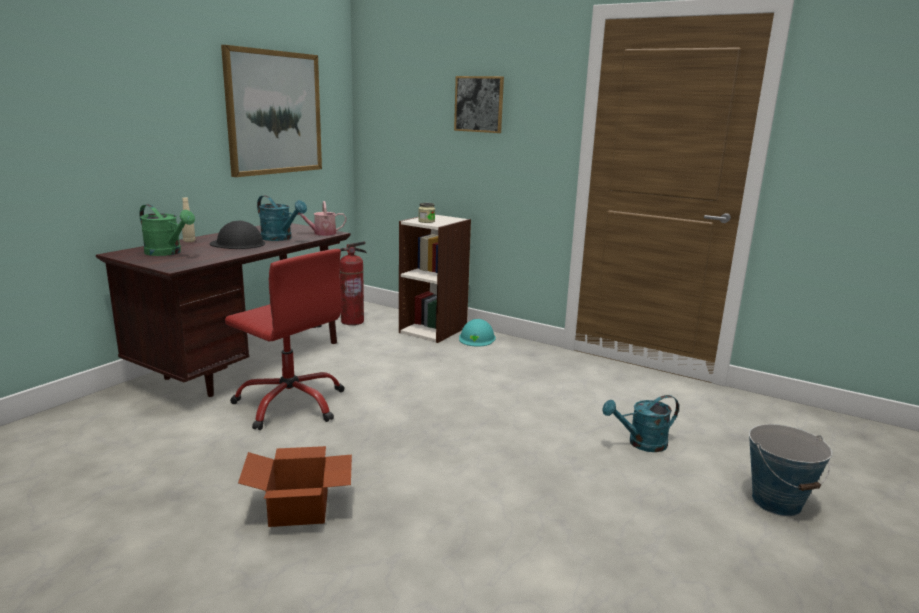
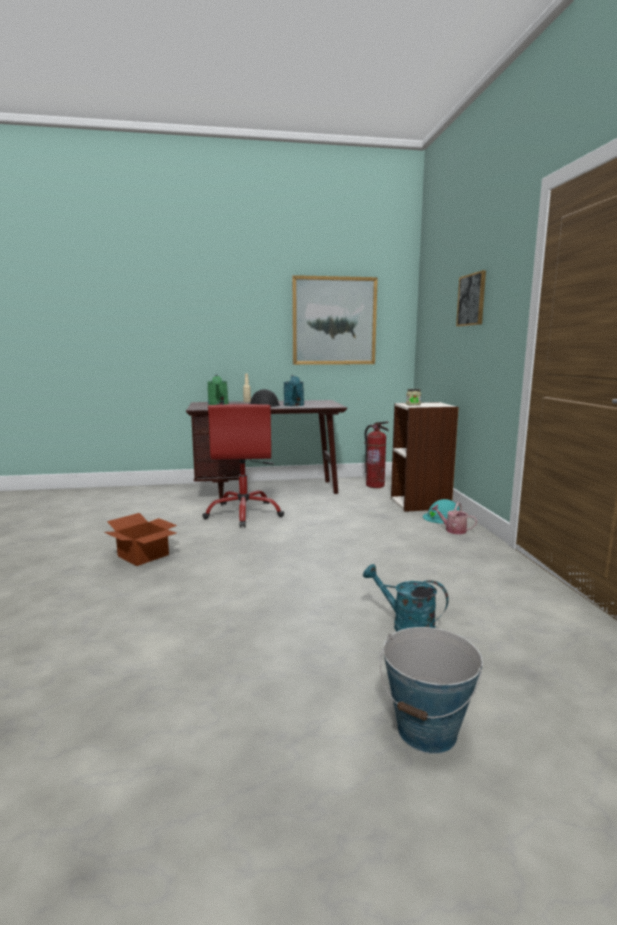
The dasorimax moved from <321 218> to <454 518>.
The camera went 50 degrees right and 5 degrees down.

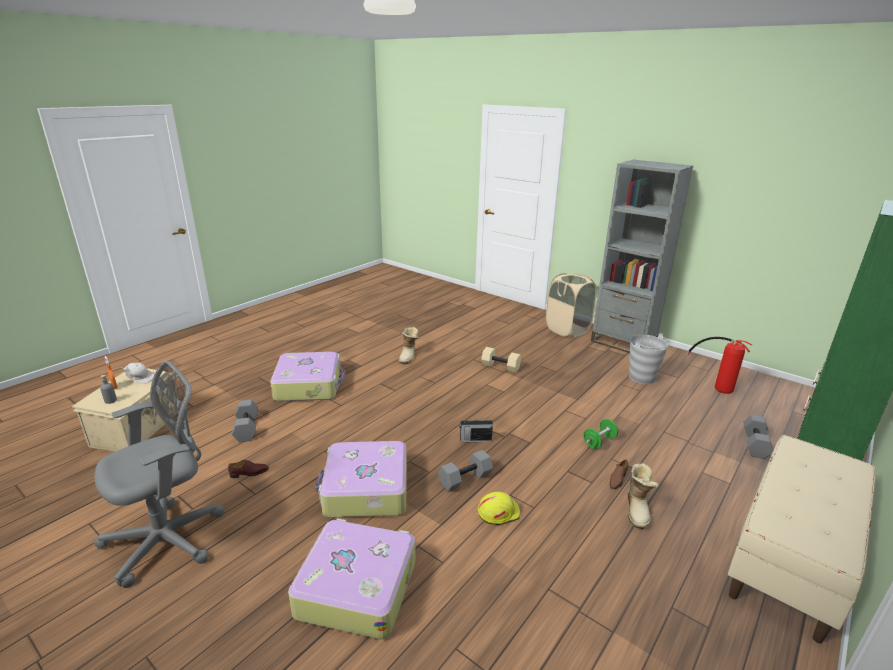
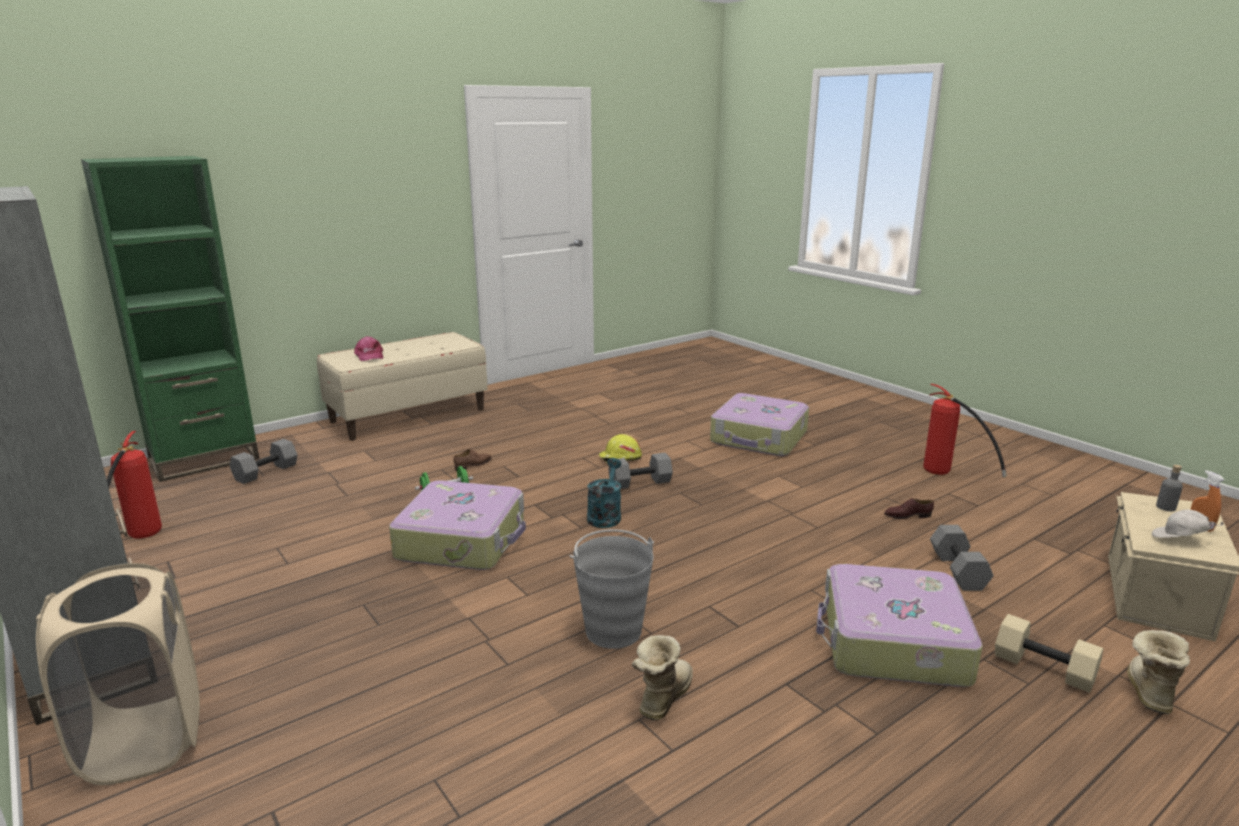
The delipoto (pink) at <368 348> appeared.
The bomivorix moved from <361 479> to <457 525>.
The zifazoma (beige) moved from <501 360> to <1049 653>.
The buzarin moved from <643 496> to <1158 672>.
The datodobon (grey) moved from <649 358> to <612 589>.
The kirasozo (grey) at <159 474> was replaced by the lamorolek at <965 431>.
The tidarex at <476 429> was replaced by the dasorimax (turquoise) at <604 493>.
The camera went 165 degrees left and 5 degrees down.

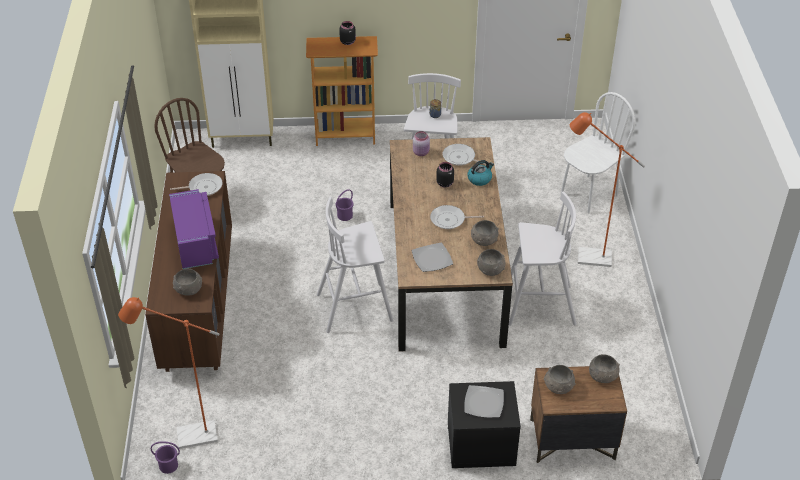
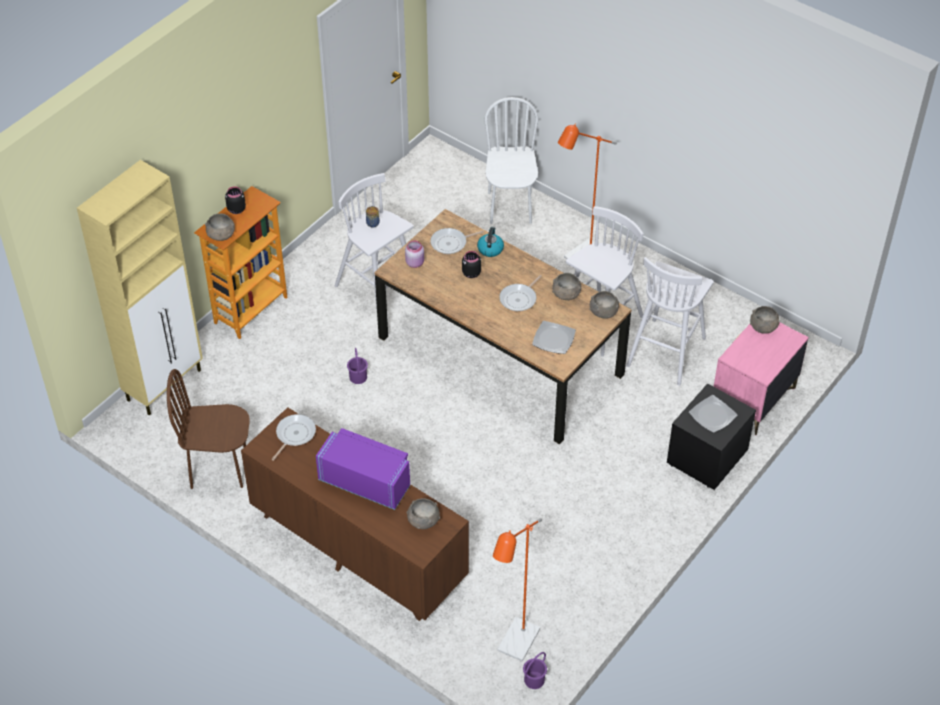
The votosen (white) moved from <355 265> to <670 321>.
The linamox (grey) moved from <559 379> to <220 227>.
The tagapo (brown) at <578 414> became the tagapo (pink) at <761 378>.
The camera went 50 degrees left and 5 degrees up.

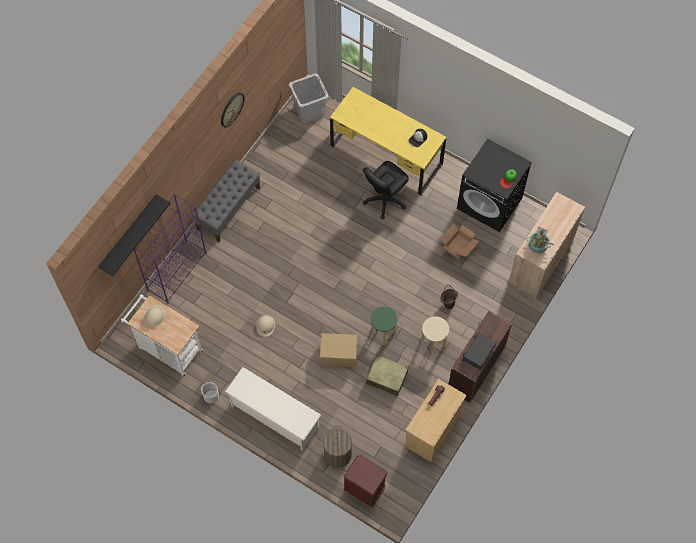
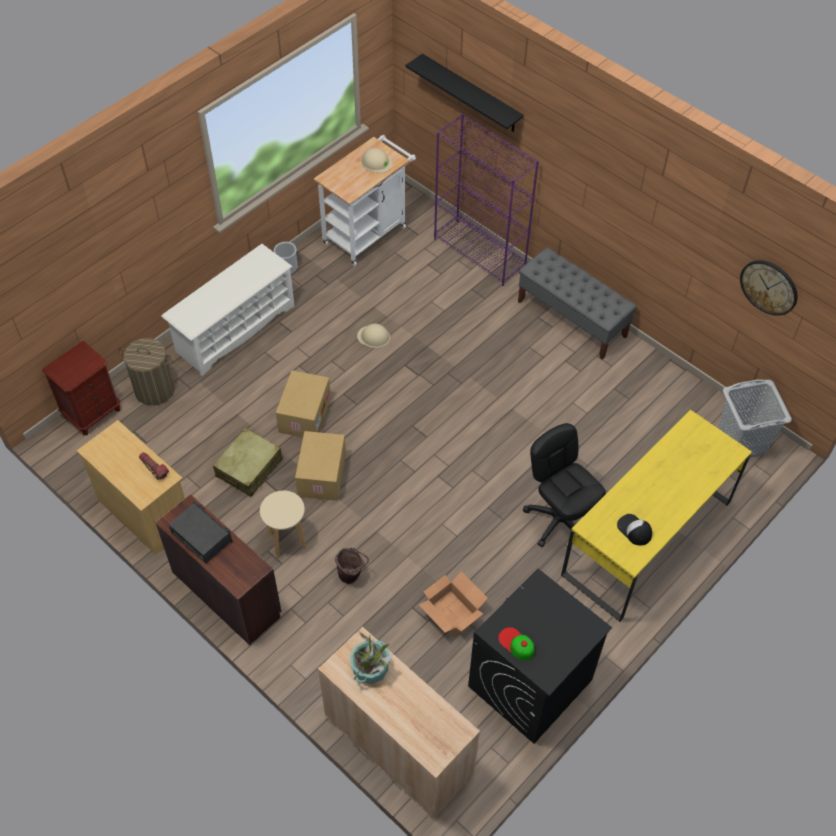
The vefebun moved from <232 110> to <769 288>.
The votosen (green) at <383 326> was replaced by the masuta at <320 466>.
The camera went 100 degrees right and 10 degrees down.

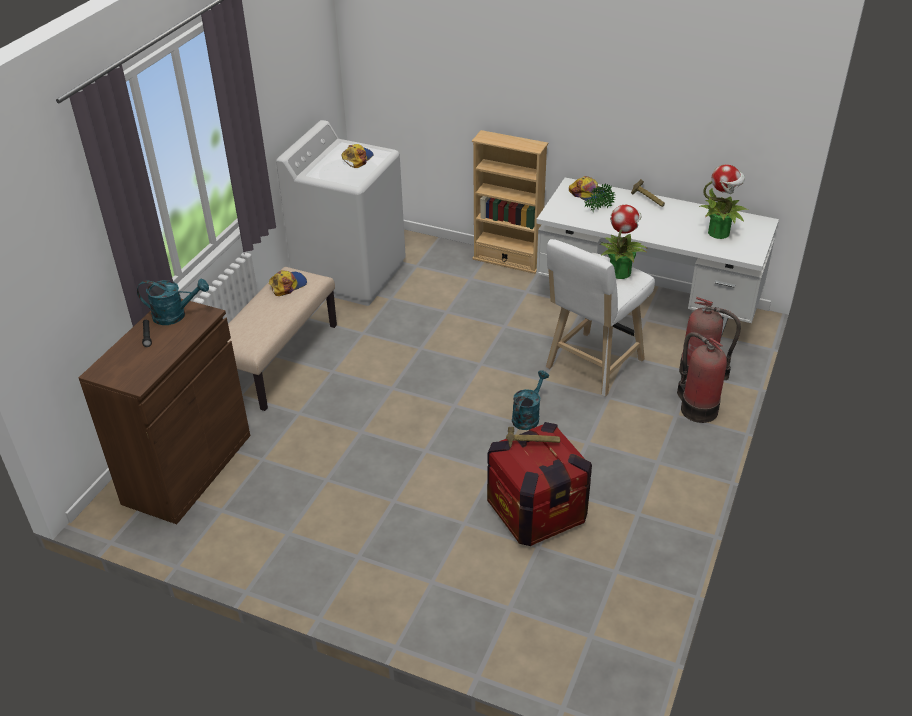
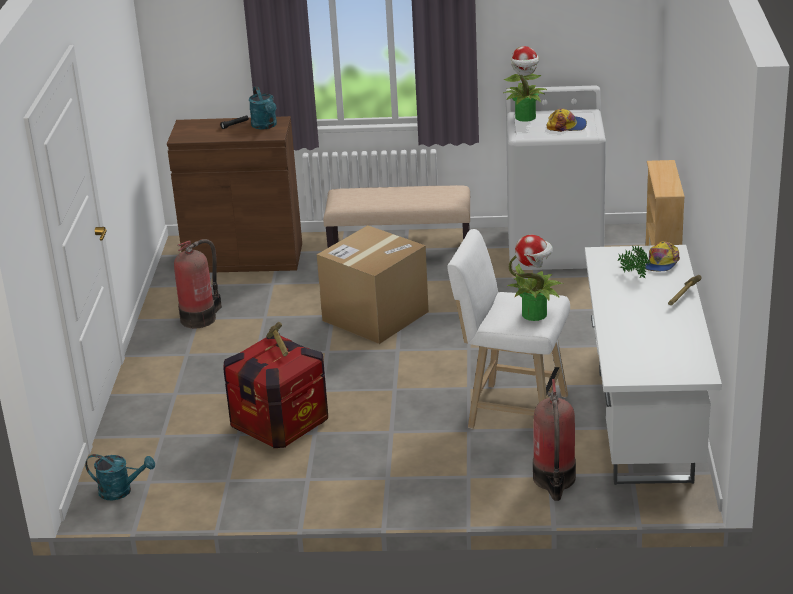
The delipoto at <288 283> disappeared.
The masuta at <373 284> appeared.
The dasorimax (turquoise) moved from <530 400> to <120 477>.
The lamorolek moved from <702 377> to <198 283>.
The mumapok moved from <724 201> to <524 84>.
The camera went 70 degrees right and 10 degrees down.

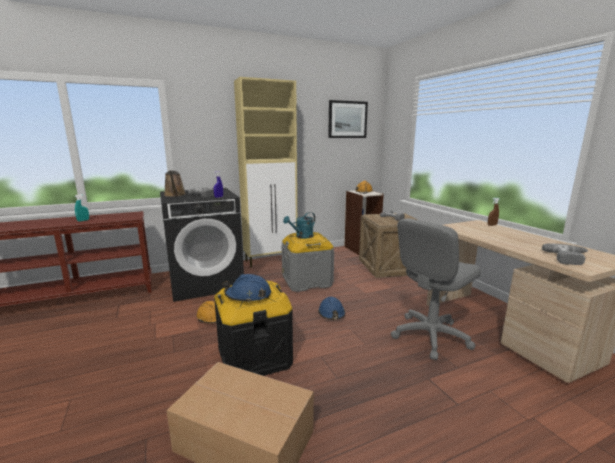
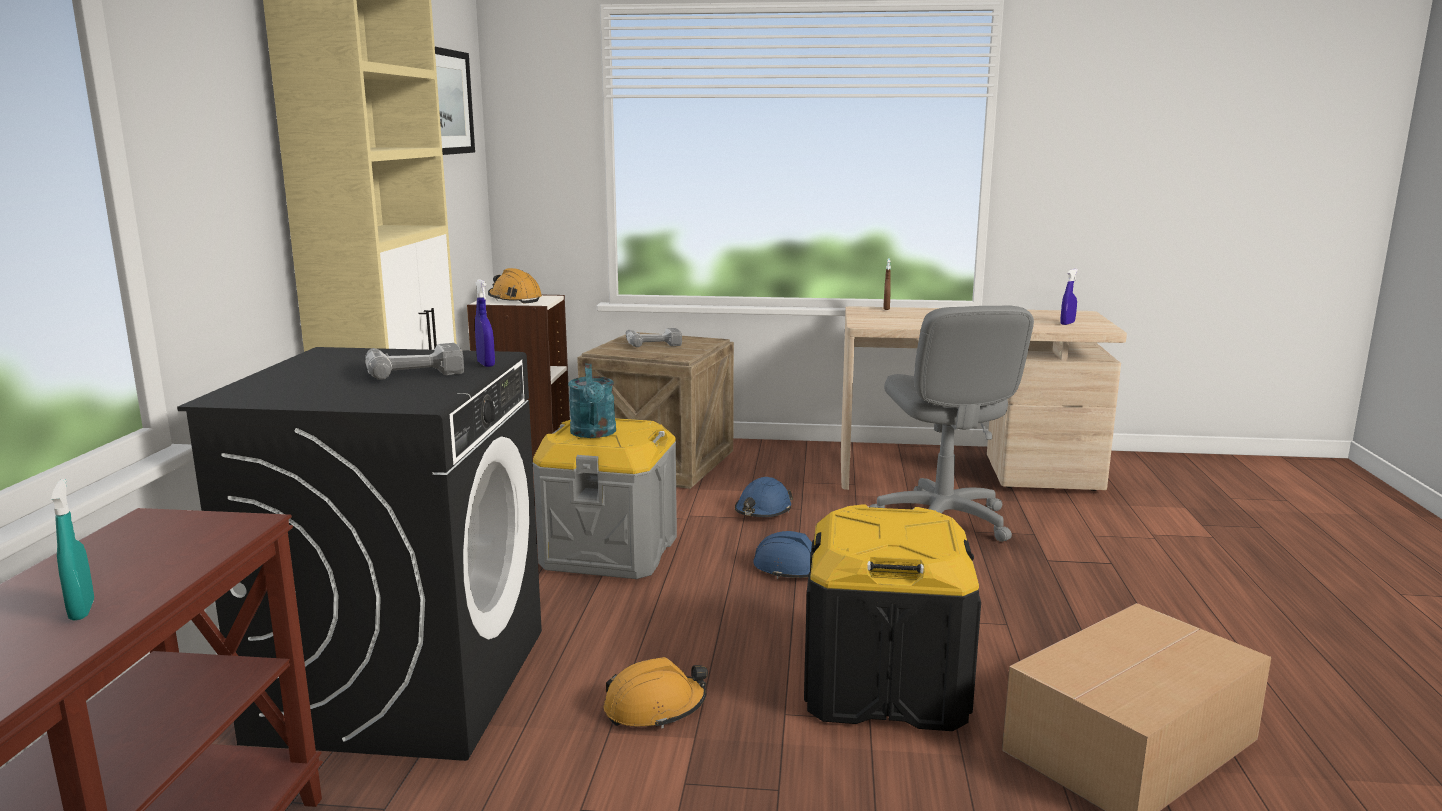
The dasorimax (brown) at <175 183> disappeared.
The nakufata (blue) moved from <247 288> to <764 497>.
The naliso at <565 254> was replaced by the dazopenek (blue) at <1069 297>.
The camera went 60 degrees left and 0 degrees up.

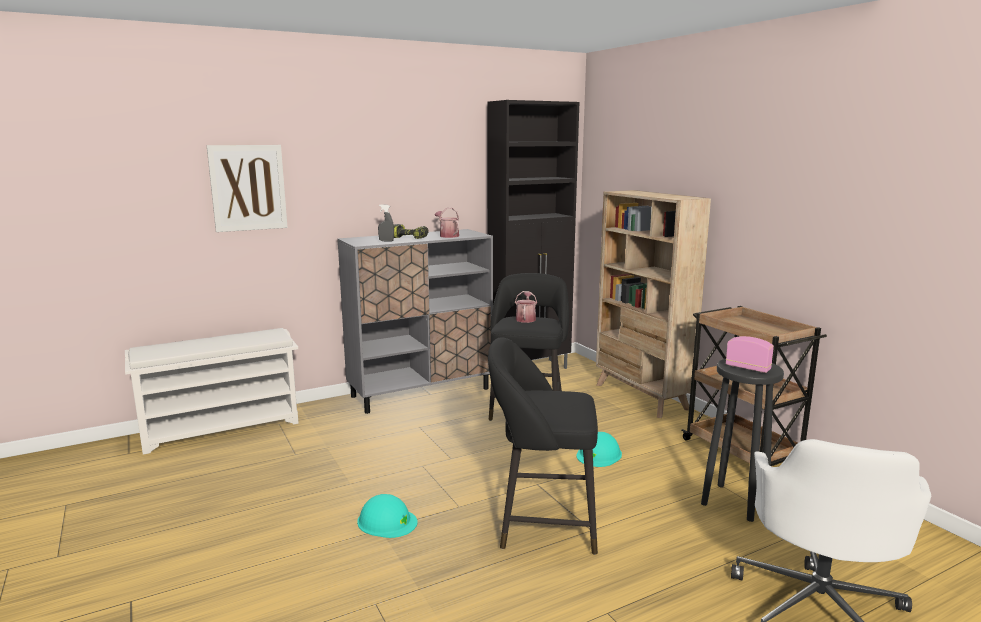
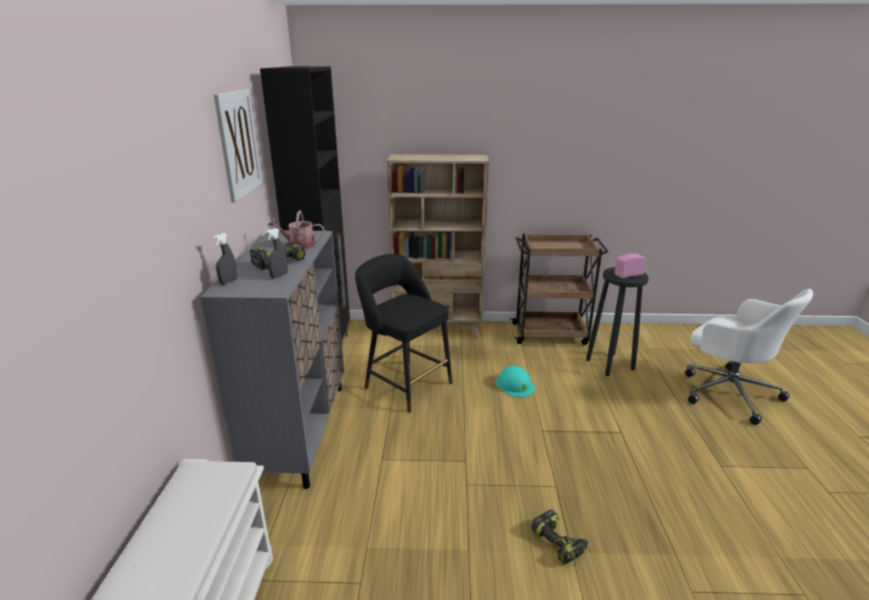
The votosen (black) at <543 446> disappeared.
The dasorimax at <526 307> disappeared.
The dazopenek (grey) at <225 259> appeared.
The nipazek moved from <247 188> to <238 145>.
The nakufata (turquoise) at <387 516> was replaced by the naliso at <559 537>.
The camera went 60 degrees left and 10 degrees up.

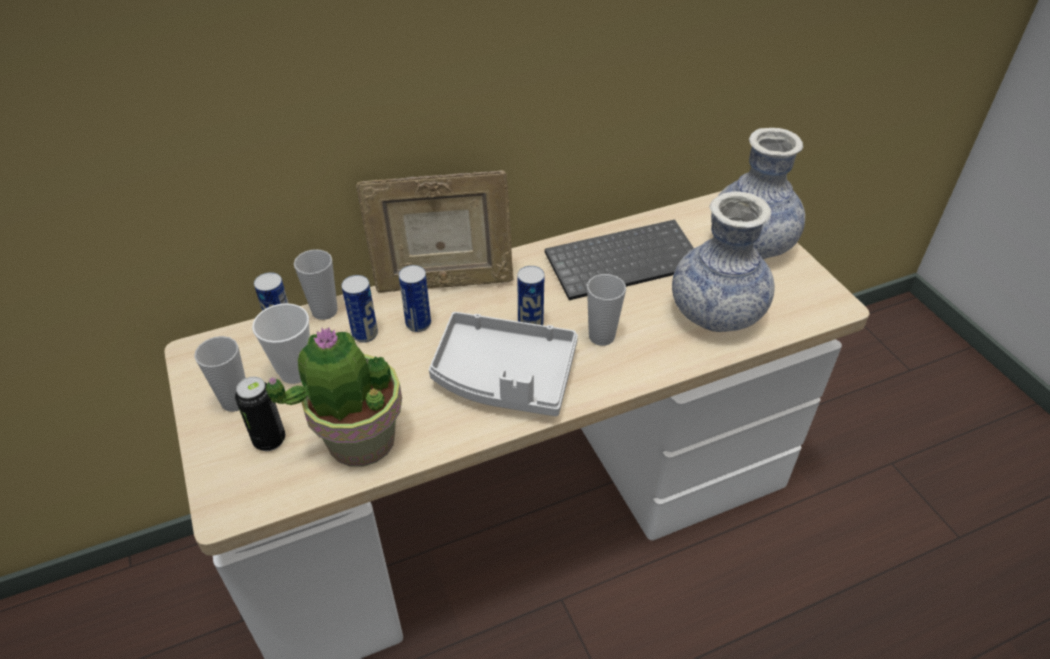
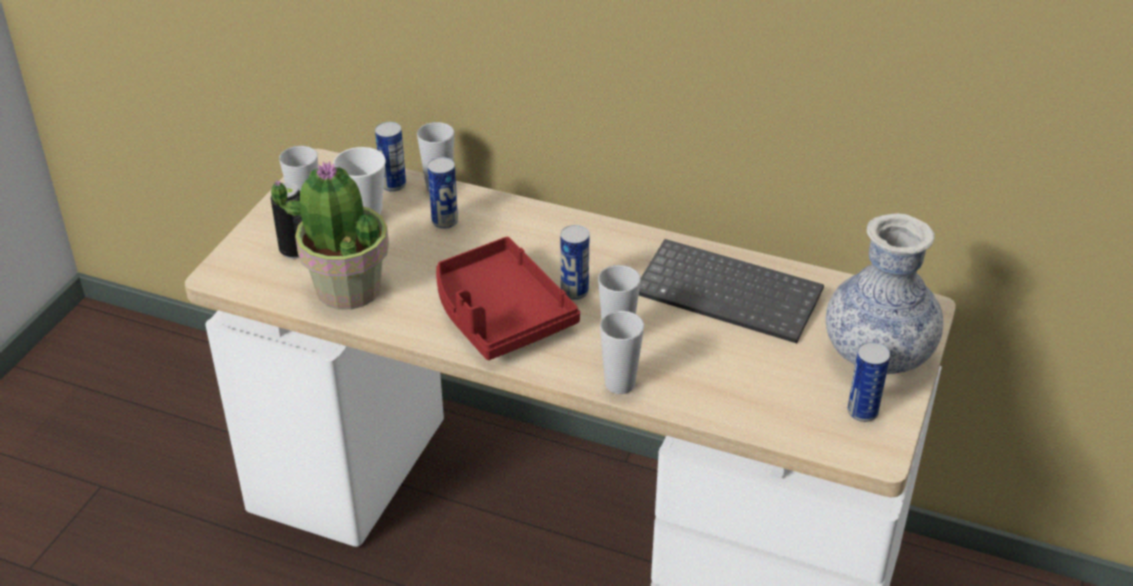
The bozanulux at <435 231> disappeared.
The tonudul at <723 262> disappeared.
The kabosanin at <622 352> appeared.
The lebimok moved from <415 298> to <868 382>.
The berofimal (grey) at <503 364> became the berofimal (red) at <508 298>.
The camera went 45 degrees right and 5 degrees down.

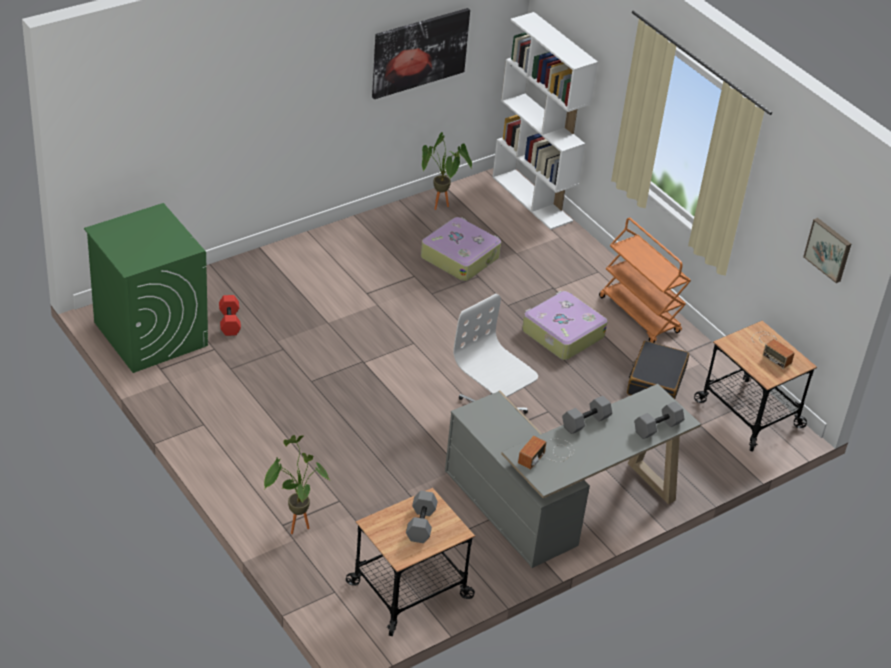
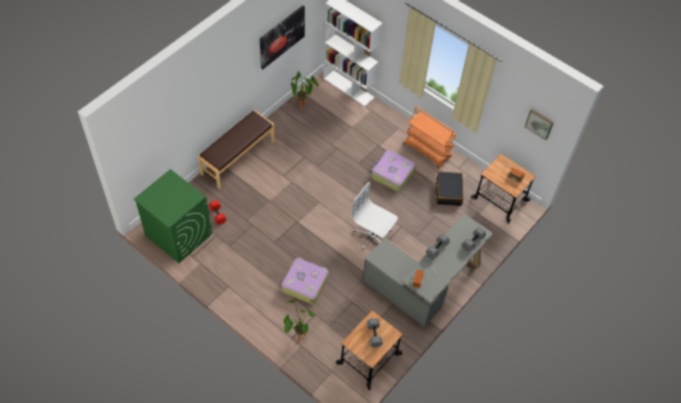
The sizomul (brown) at <236 149> appeared.
The bomivorix moved from <461 249> to <305 281>.
The camera went 15 degrees left and 15 degrees up.

